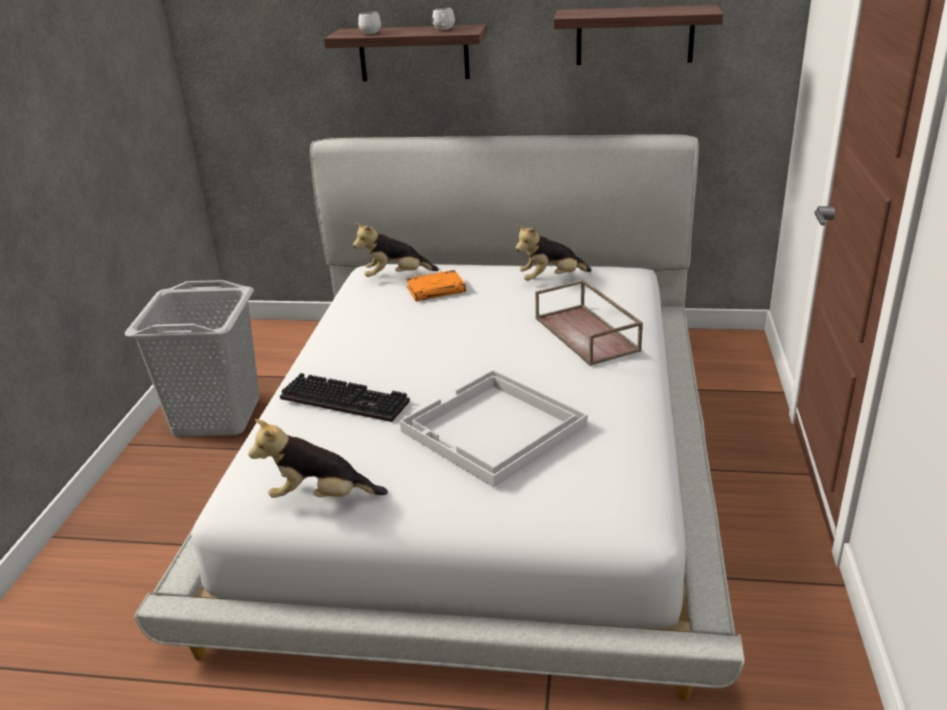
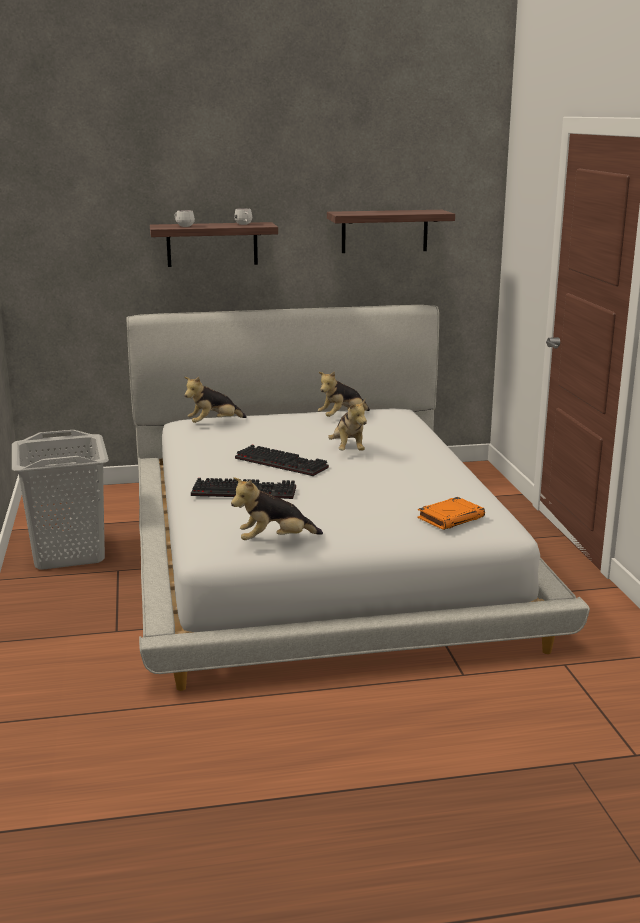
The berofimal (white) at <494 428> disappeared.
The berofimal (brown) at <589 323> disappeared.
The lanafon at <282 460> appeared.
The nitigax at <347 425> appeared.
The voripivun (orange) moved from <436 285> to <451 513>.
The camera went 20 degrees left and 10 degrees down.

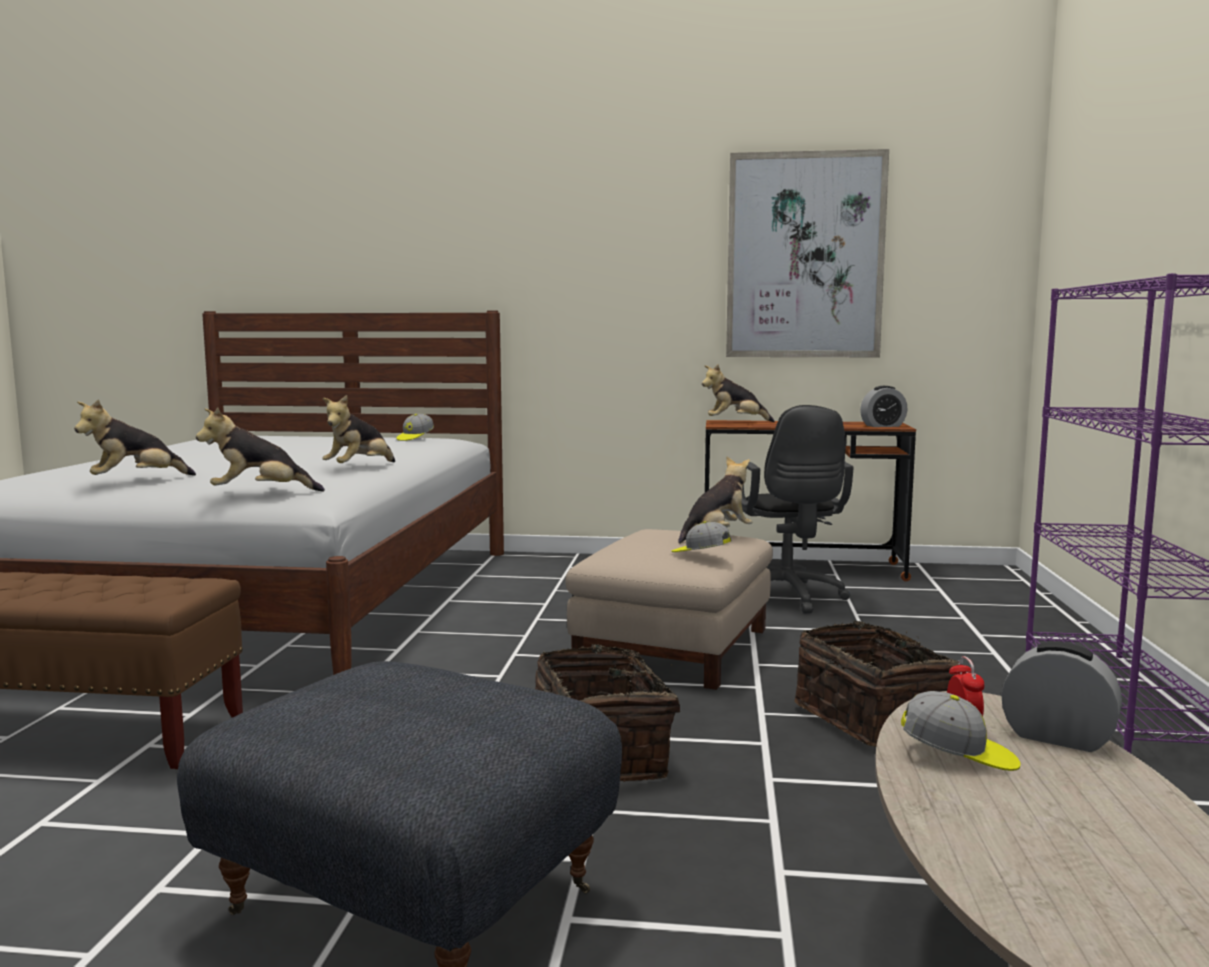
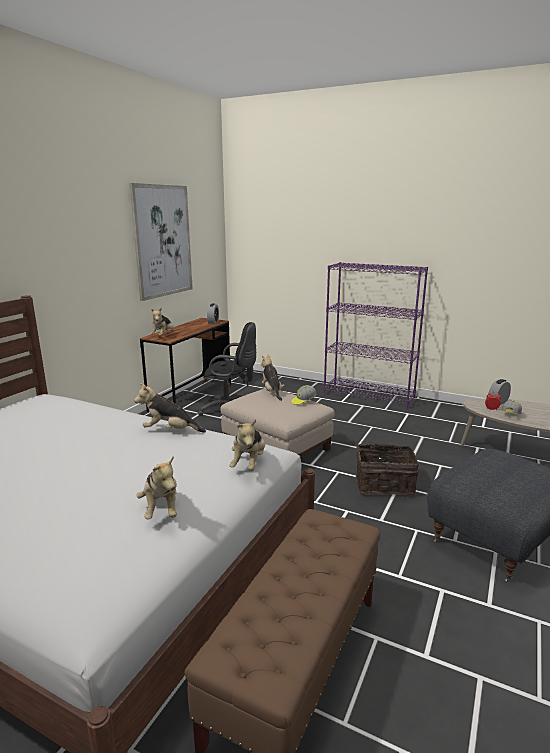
The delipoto at <415 427> disappeared.
The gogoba at <877 684> disappeared.
The nitigax at <358 429> turned 135 degrees clockwise.
The camera went 70 degrees left and 10 degrees up.

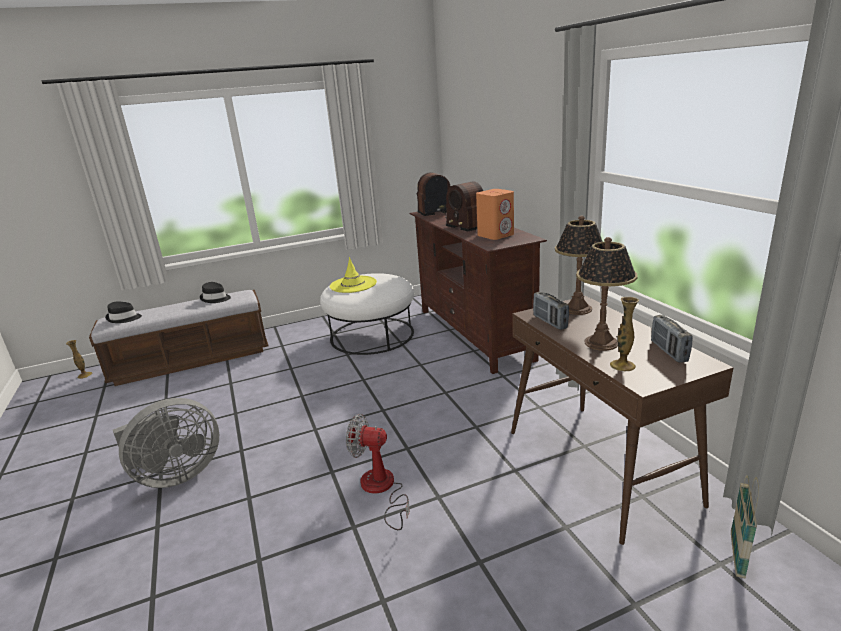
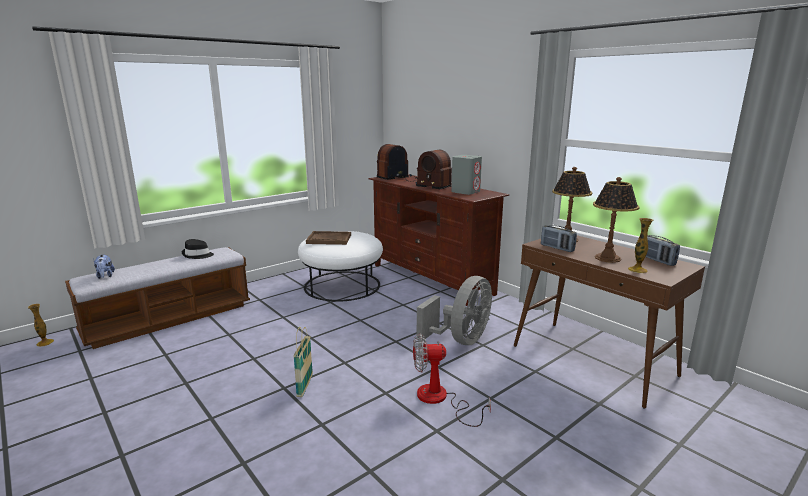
The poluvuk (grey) moved from <166 443> to <454 310>.
The gogoba moved from <745 527> to <303 362>.
The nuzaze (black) at <123 312> was replaced by the nitigax at <104 266>.
The nuzaze (yellow) at <353 275> was replaced by the berofimal (brown) at <328 238>.
The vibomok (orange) at <495 214> became the vibomok (grey) at <466 175>.
The camera went 20 degrees left and 5 degrees down.

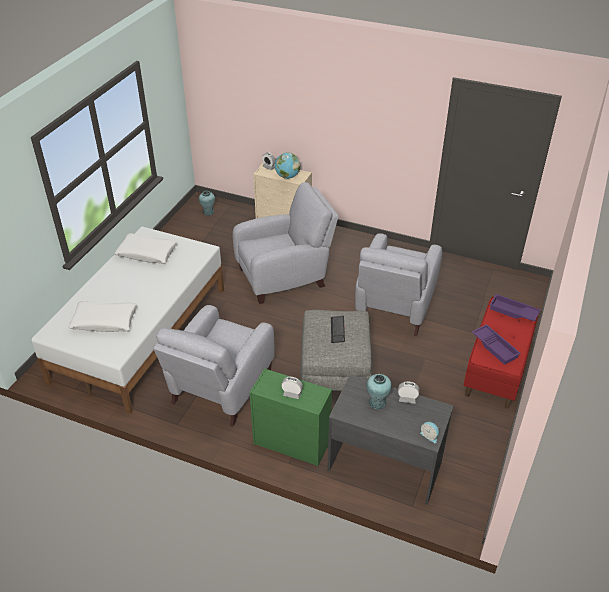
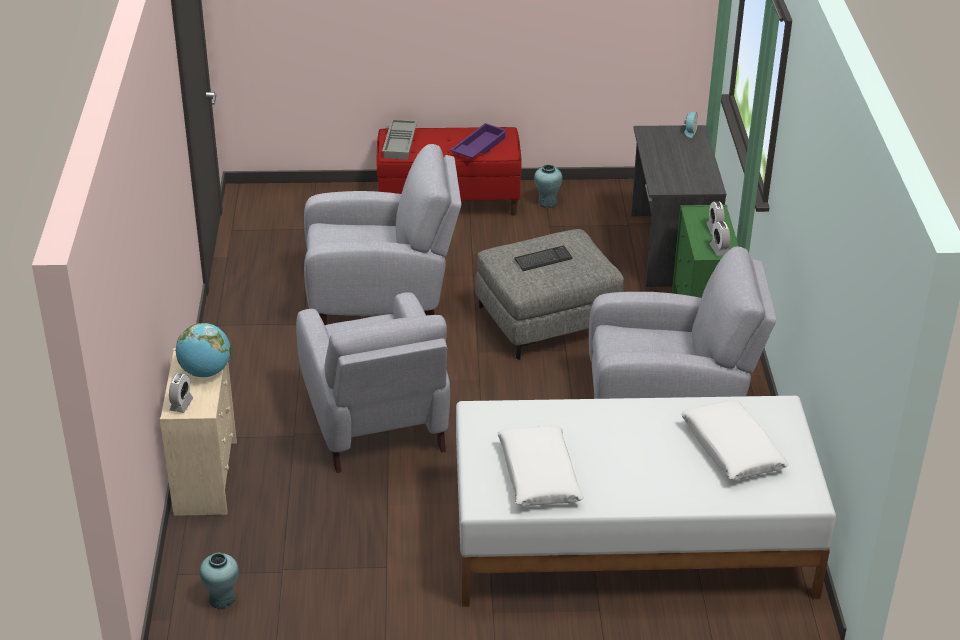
The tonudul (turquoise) moved from <379 392> to <548 186>.
The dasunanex moved from <409 393> to <720 238>.
The berofimal (purple) at <515 307> became the berofimal (grey) at <399 139>.
The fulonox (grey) at <286 243> turned 150 degrees counterclockwise.
The camera went 115 degrees left and 5 degrees down.

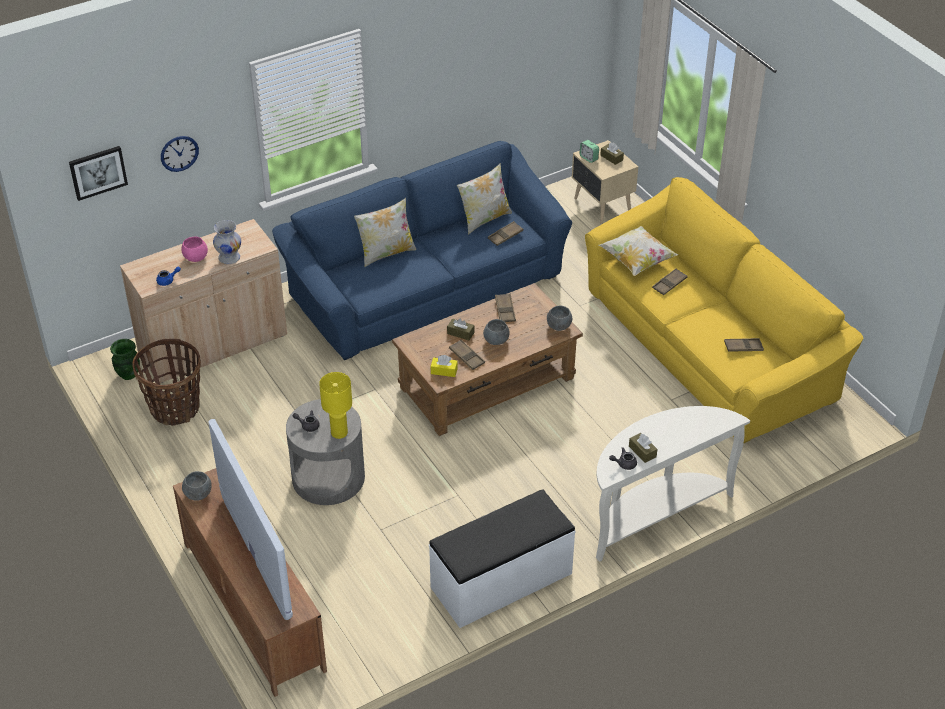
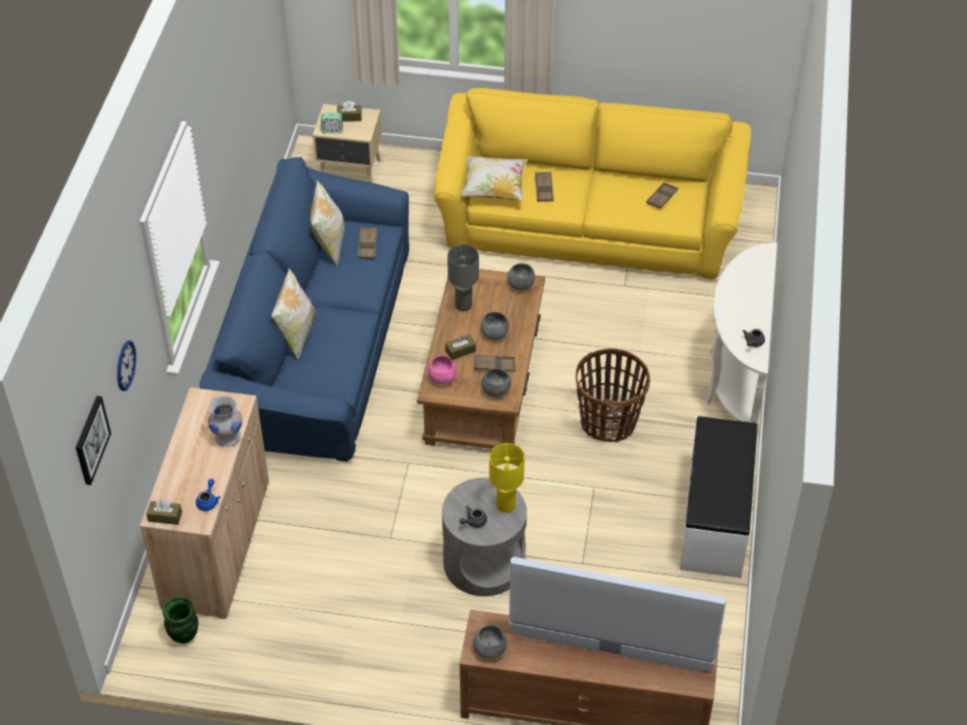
The gogoba moved from <166 382> to <612 395>.
The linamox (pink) moved from <195 249> to <442 370>.
The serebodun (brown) moved from <643 448> to <164 512>.
The serebodun (yellow) at <444 366> was replaced by the linamox (grey) at <496 382>.
The berofimal (brown) at <505 308> was replaced by the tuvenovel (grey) at <463 277>.
The camera went 50 degrees left and 5 degrees up.

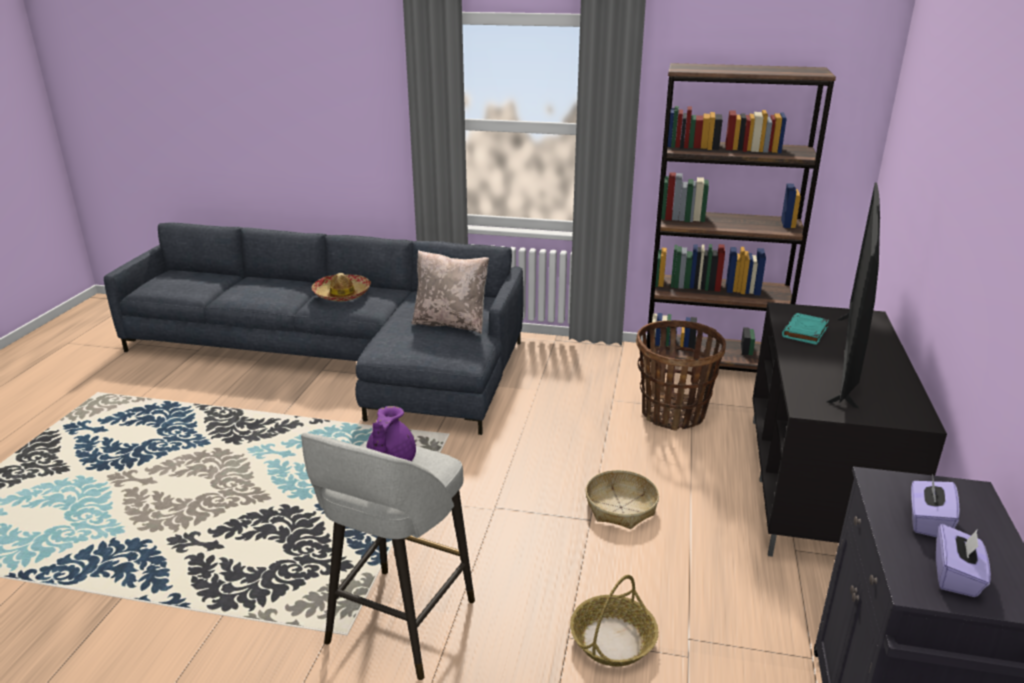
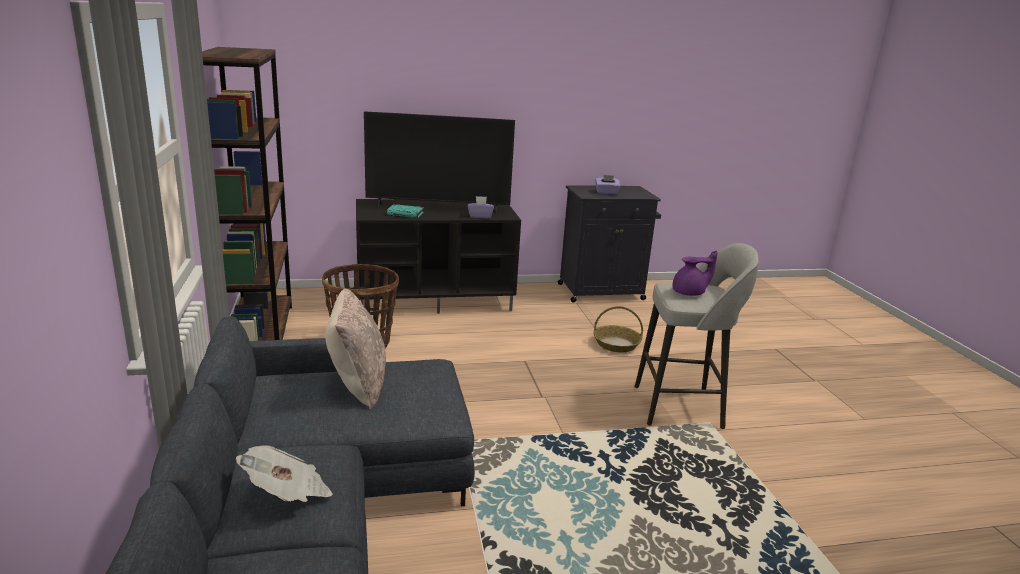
The gogoba at <622 499> disappeared.
The serebodun (purple) moved from <963 560> to <481 207>.
The nuzaze at <341 287> was replaced by the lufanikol at <284 473>.
The camera went 115 degrees left and 5 degrees down.

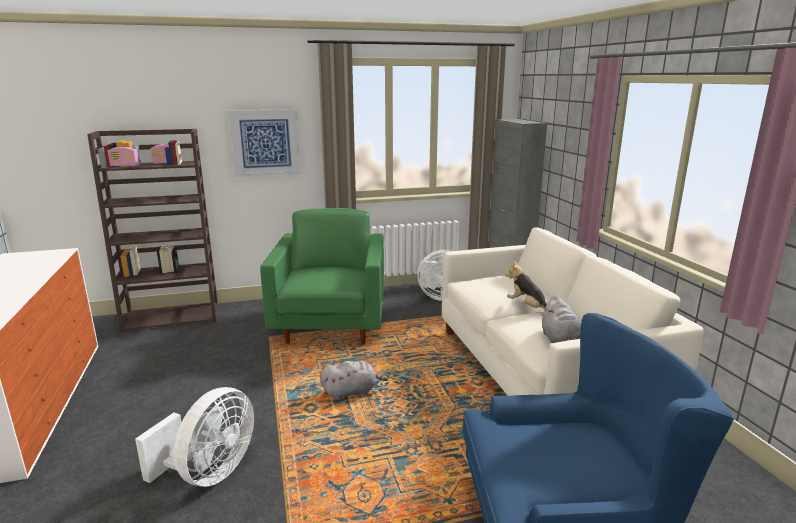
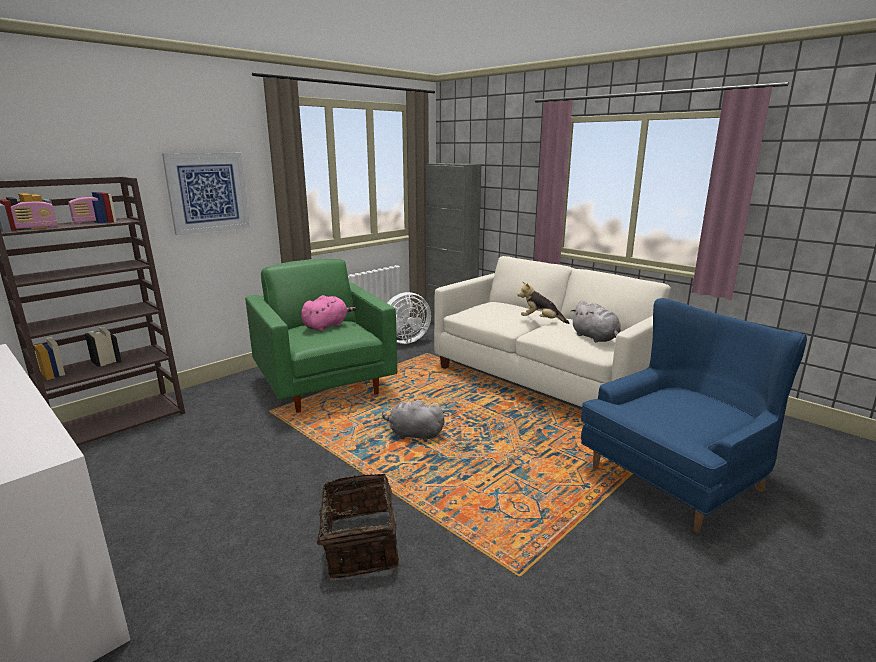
The nitigax (pink) at <328 313> appeared.
The poluvuk (white) at <194 437> was replaced by the gogoba at <350 526>.
The nitigax (grey) at <354 380> turned 120 degrees counterclockwise.
The camera went 30 degrees left and 0 degrees up.

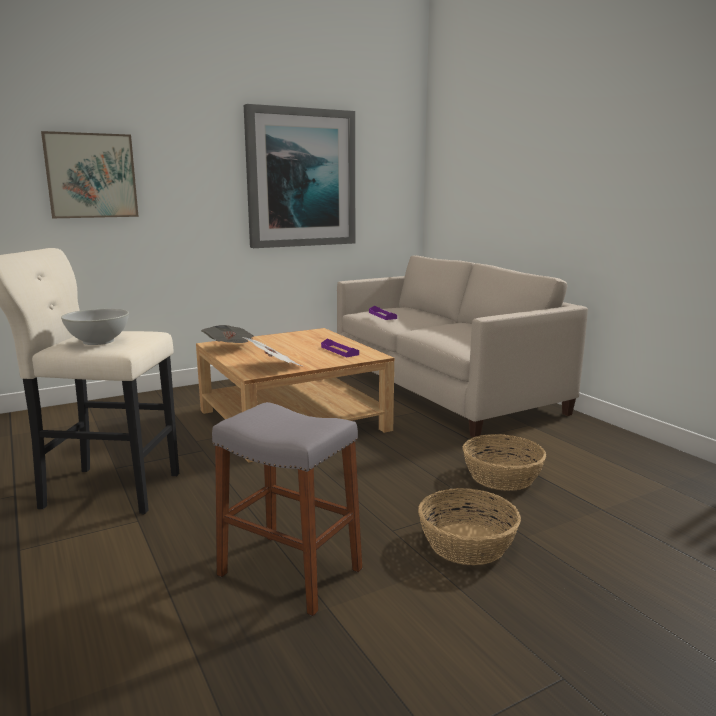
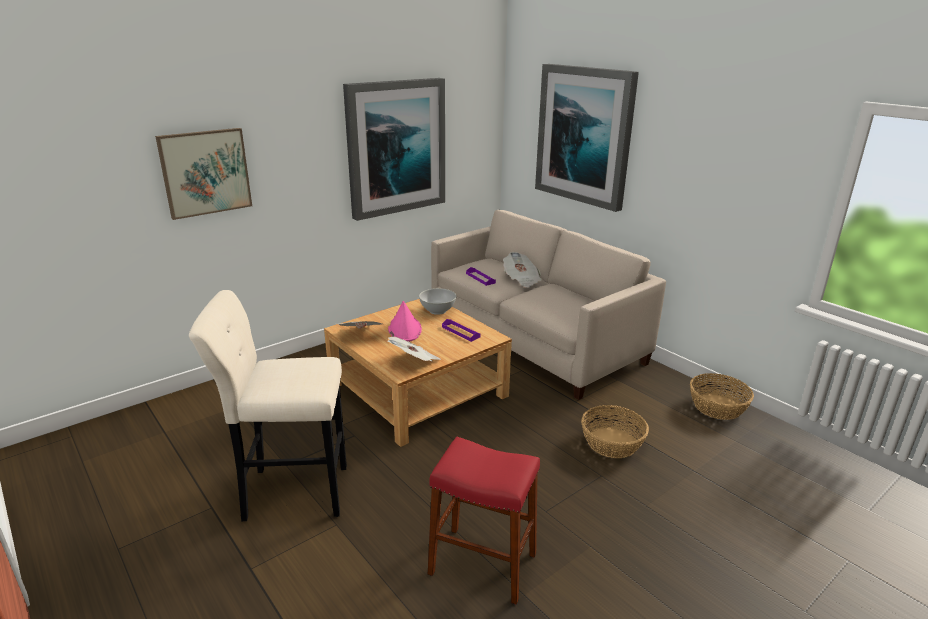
The nuzaze (pink) at <405 321> appeared.
The lufanikol at <522 270> appeared.
The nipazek at <587 138> appeared.
The linamox (white) moved from <95 327> to <438 301>.
The gogoba moved from <469 526> to <722 396>.
The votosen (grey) at <287 509> became the votosen (red) at <484 521>.
The camera went 10 degrees left and 10 degrees up.

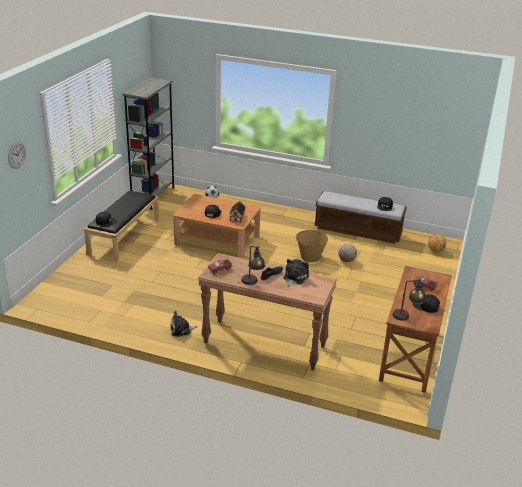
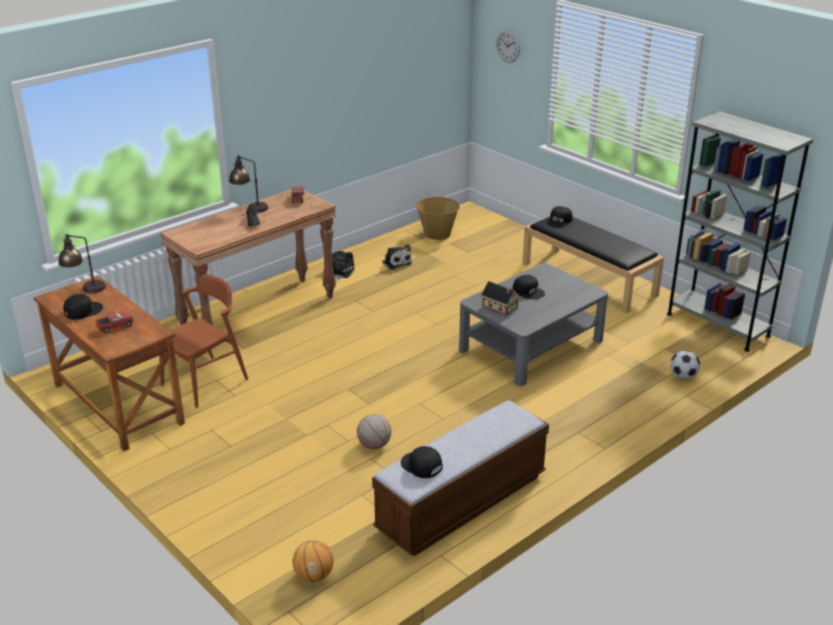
The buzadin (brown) at <203 341> appeared.
The nitigax moved from <296 273> to <397 257>.
The gogoba moved from <312 246> to <438 218>.
The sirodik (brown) at <217 226> became the sirodik (grey) at <533 324>.
The camera went 120 degrees right and 0 degrees up.

